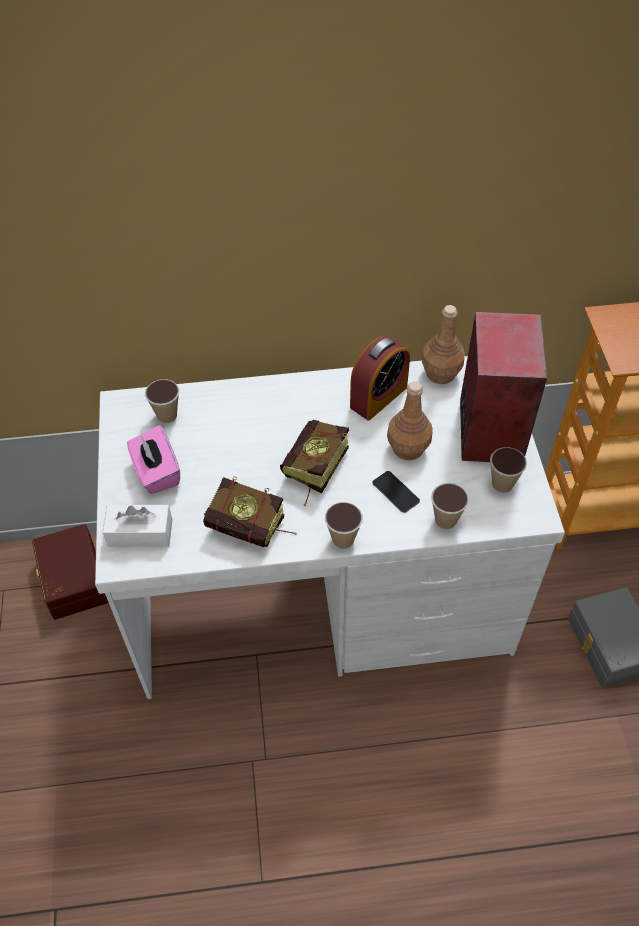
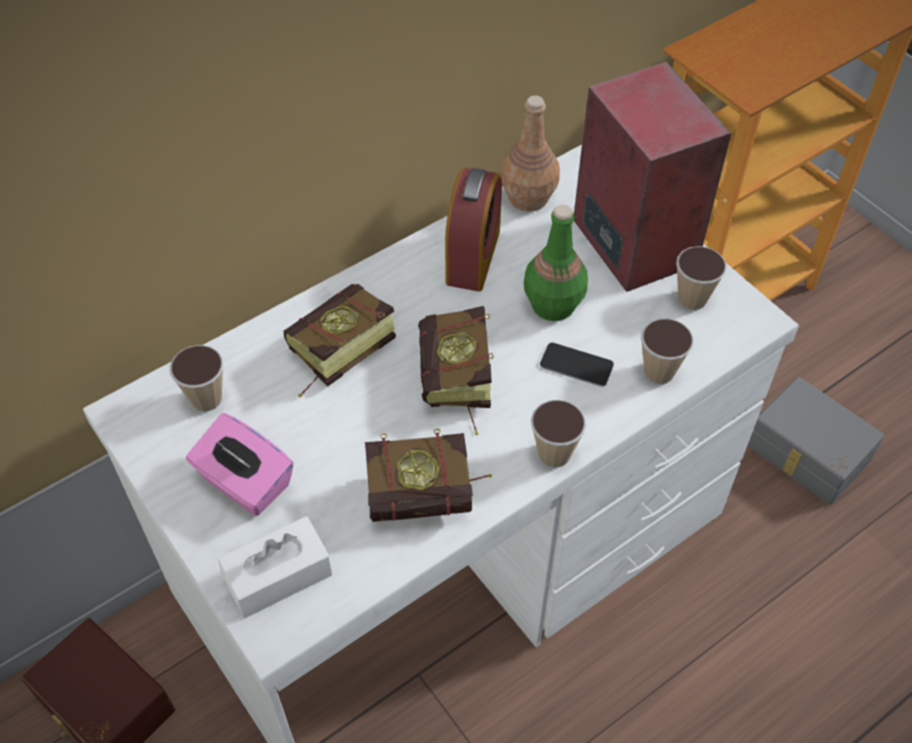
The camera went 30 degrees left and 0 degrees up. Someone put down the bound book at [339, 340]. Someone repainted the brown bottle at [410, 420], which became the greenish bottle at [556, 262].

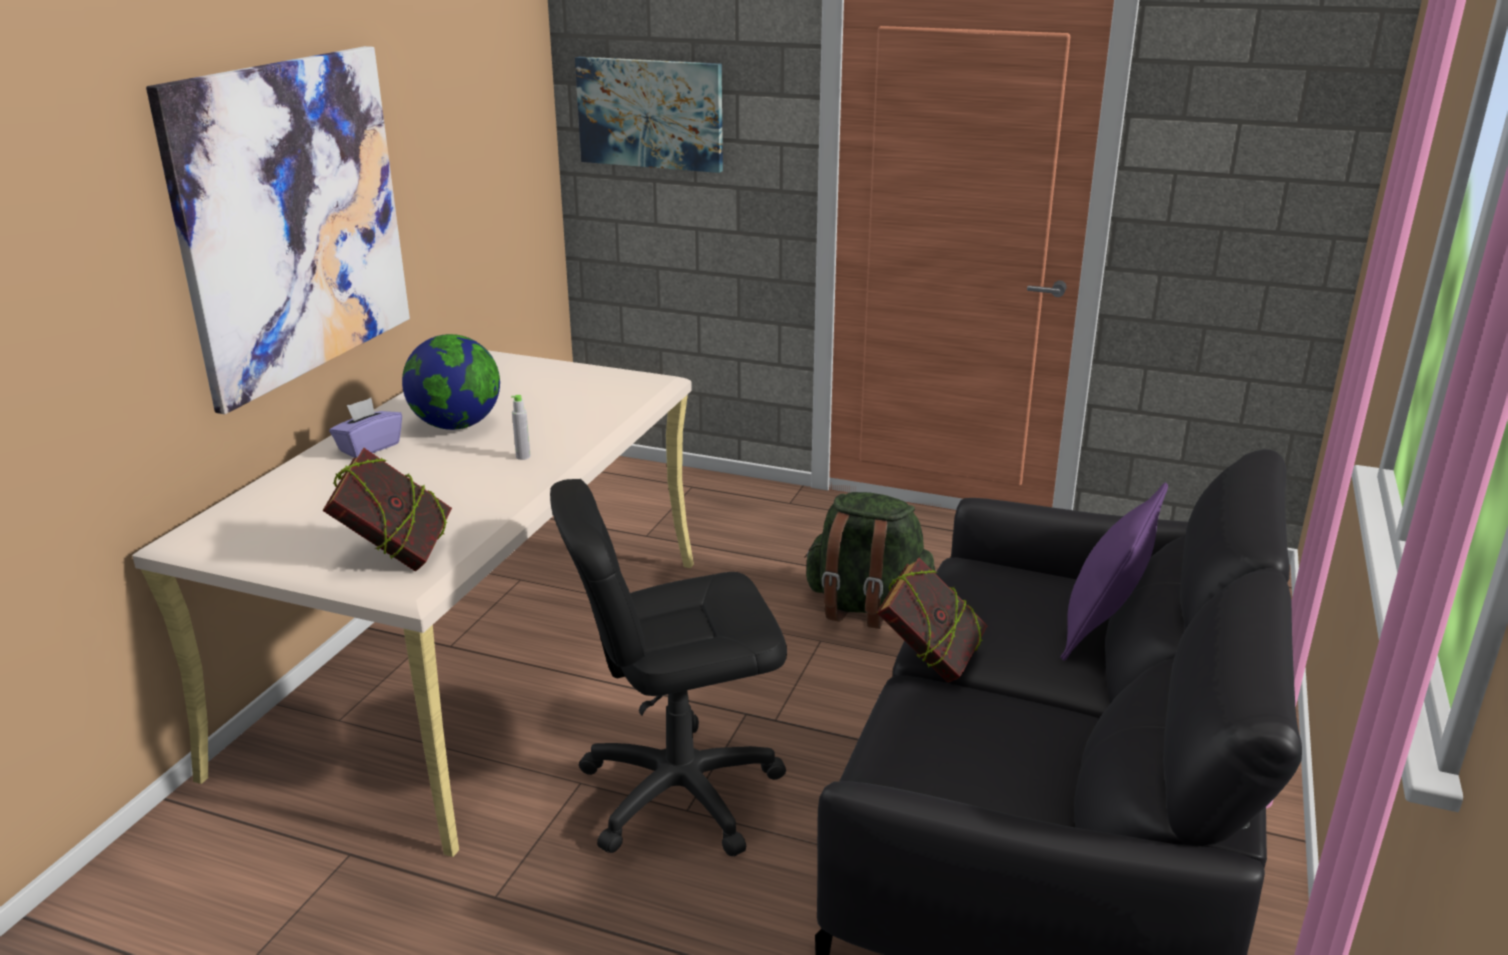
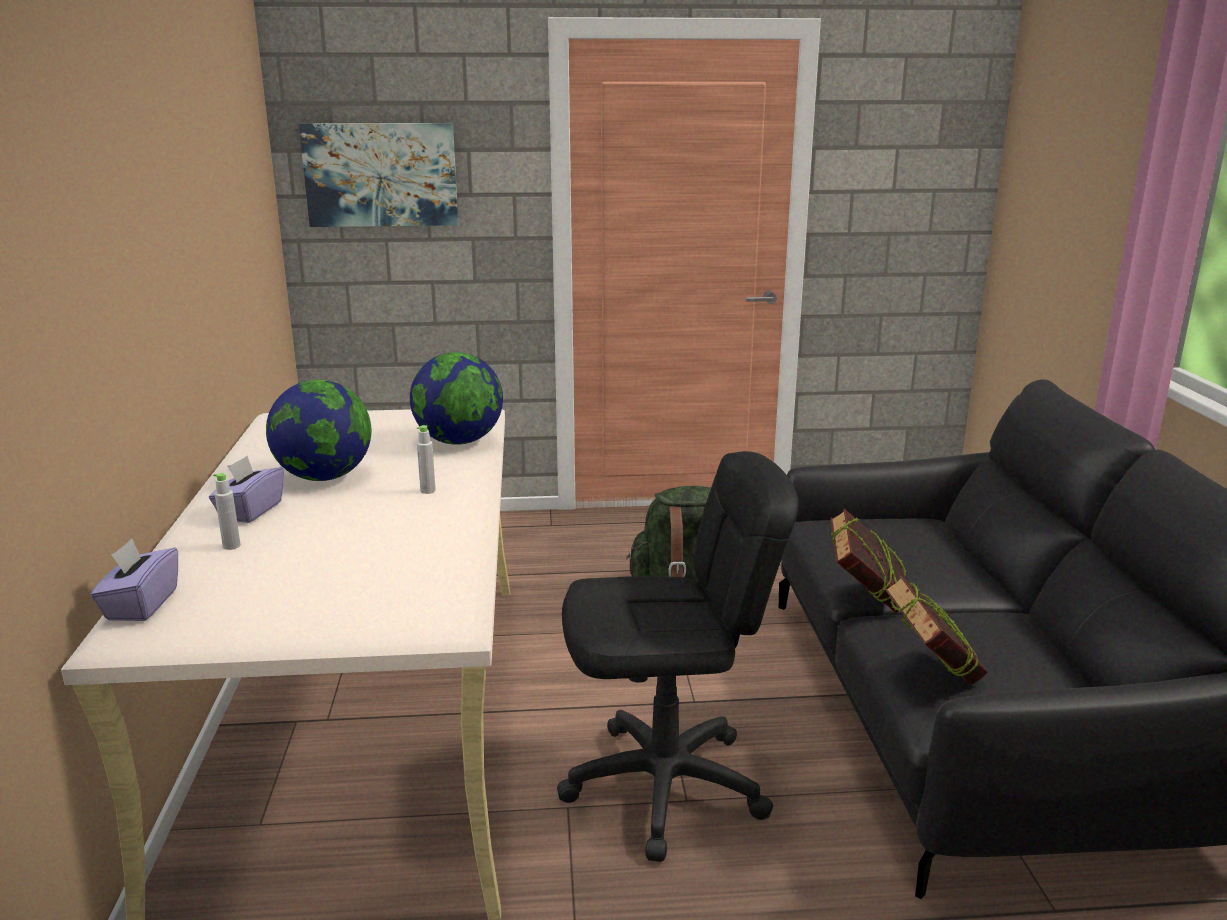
The camera went 25 degrees left and 5 degrees down. Someone took away the wall picture at [278, 230]. Someone took away the purple throw pillow at [1114, 571]. Someone put down the purple box of tissues at [134, 579]. Someone put down the greyish bottle at [227, 511]. Someone put down the desk globe at [456, 398]. Someone carried the bound book from [387, 509] to [936, 630]. Someone rotated the blackish office chair at [668, 667] by 150 degrees counterclockwise.

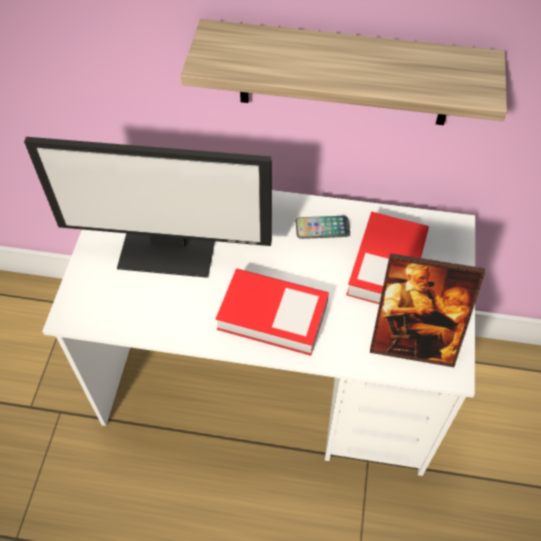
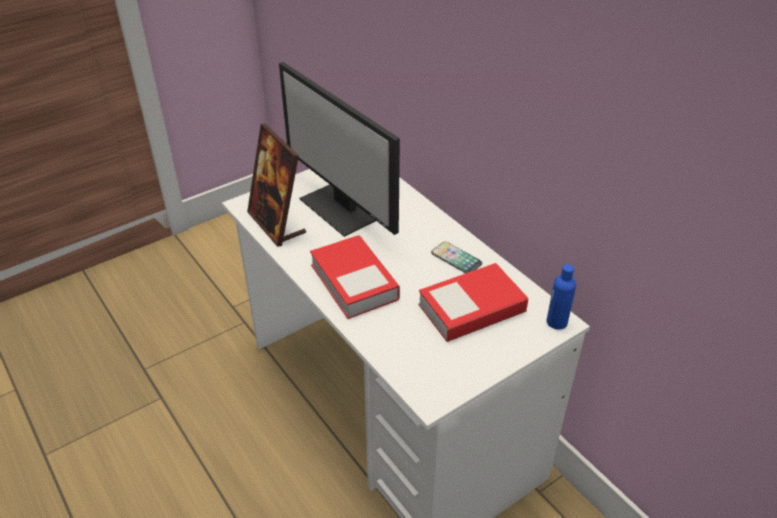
The camera went 45 degrees right and 15 degrees down. Someone took away the wall shelf at [344, 72]. Someone put down the blue bottle at [561, 297]. Someone carried the picture frame from [427, 310] to [276, 185].

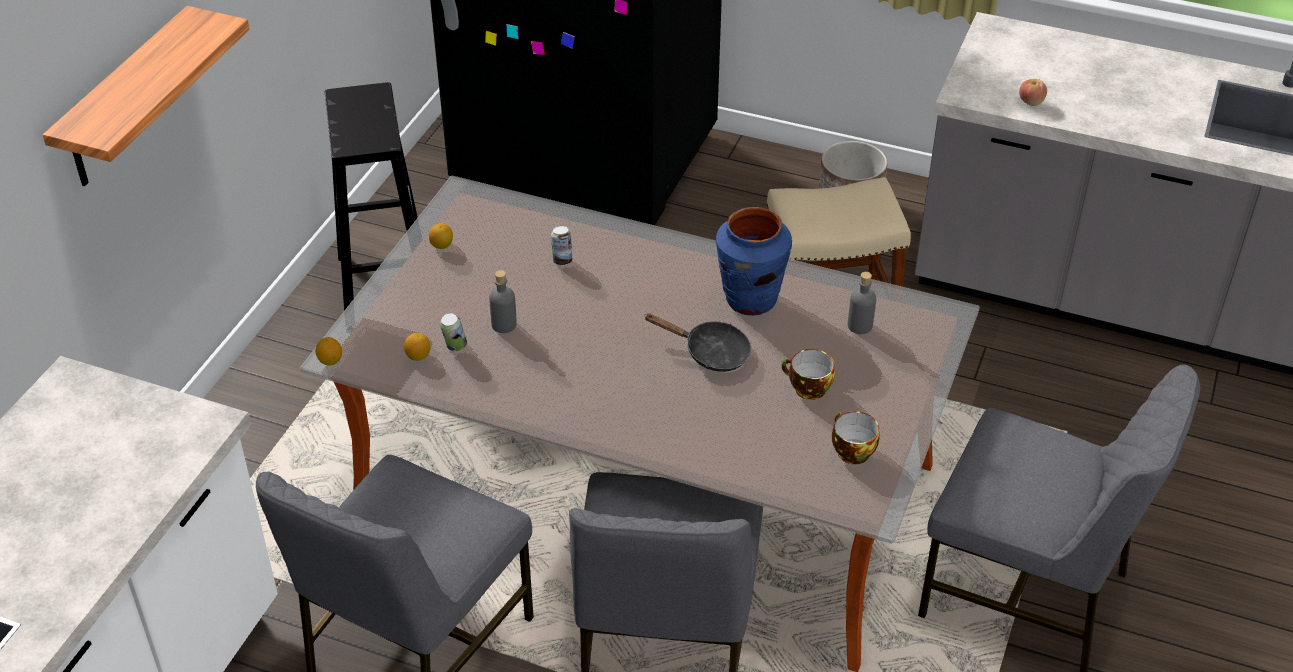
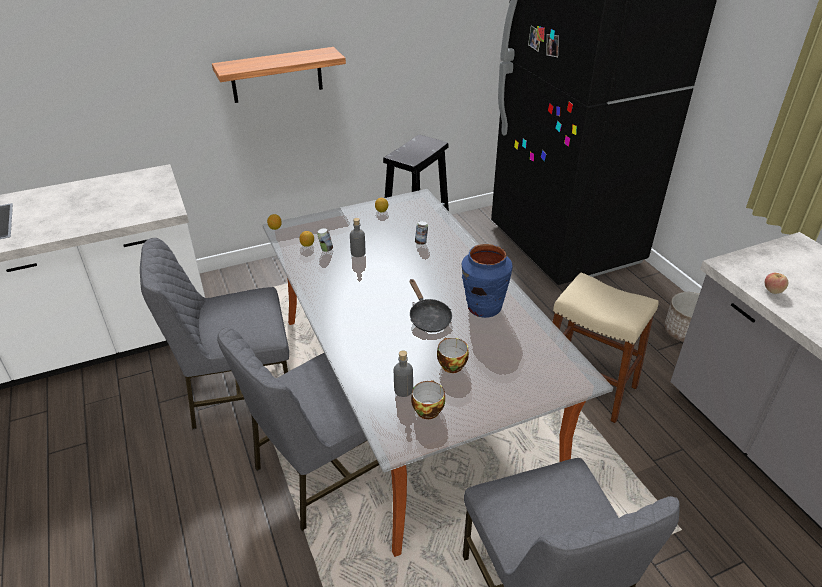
The camera went 45 degrees right and 5 degrees down. Someone carried the greyish bottle from [862, 303] to [403, 373].

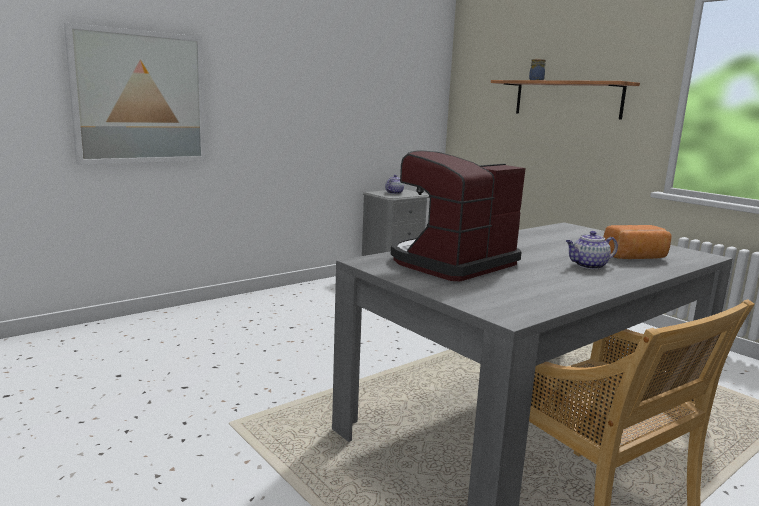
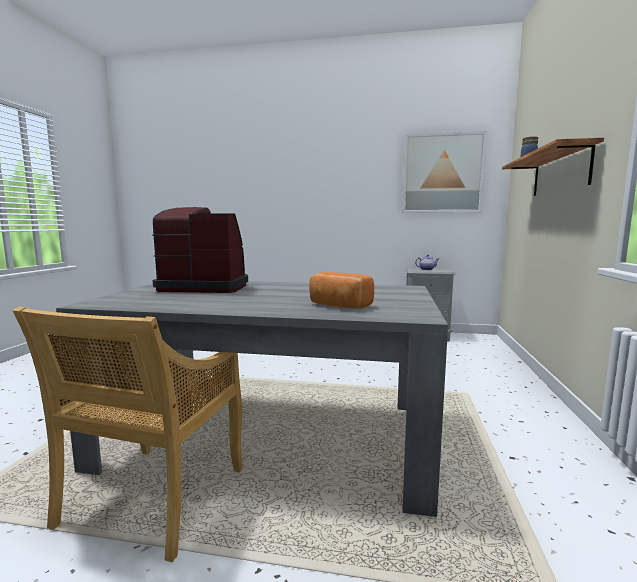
The camera went 50 degrees right and 5 degrees down. Someone took away the pot for tea at [592, 250]. Someone carried the wall picture from [135, 94] to [444, 172].

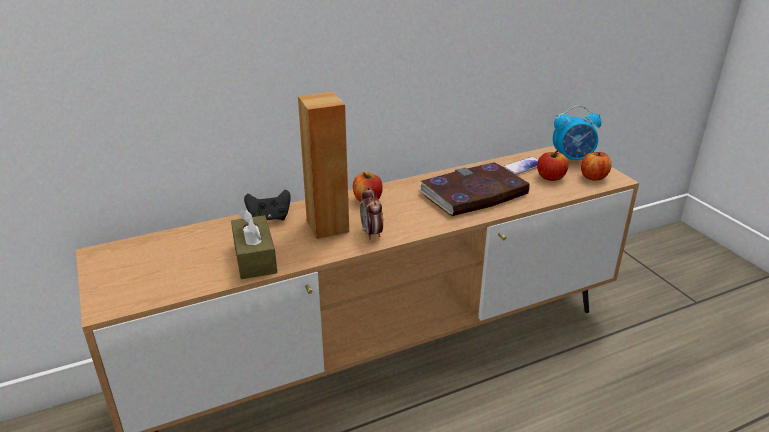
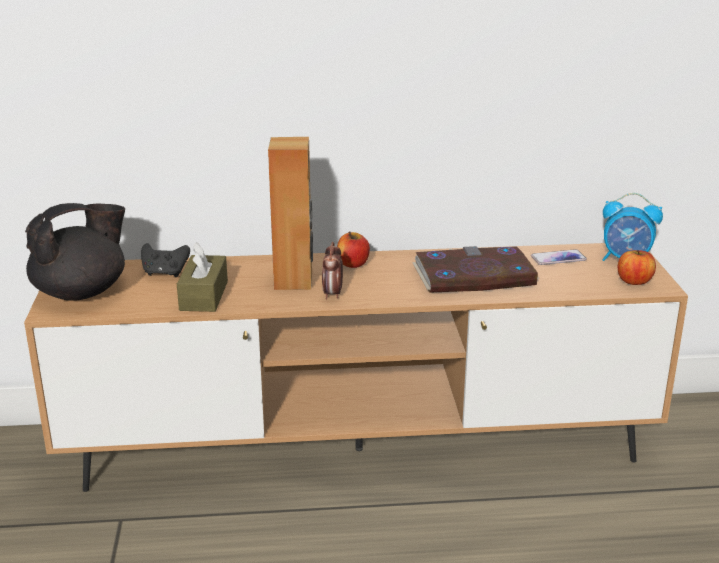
The camera went 20 degrees right and 5 degrees down. Someone took away the apple at [552, 166]. Someone put down the blackish pot for tea at [75, 252]. Someone carried the blackish game controller from [267, 205] to [165, 260].

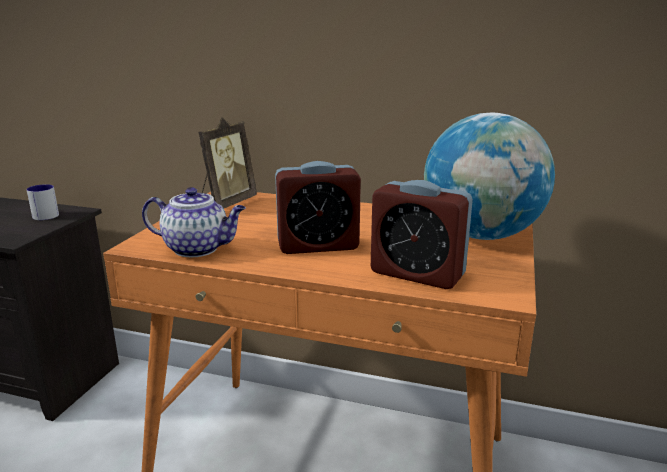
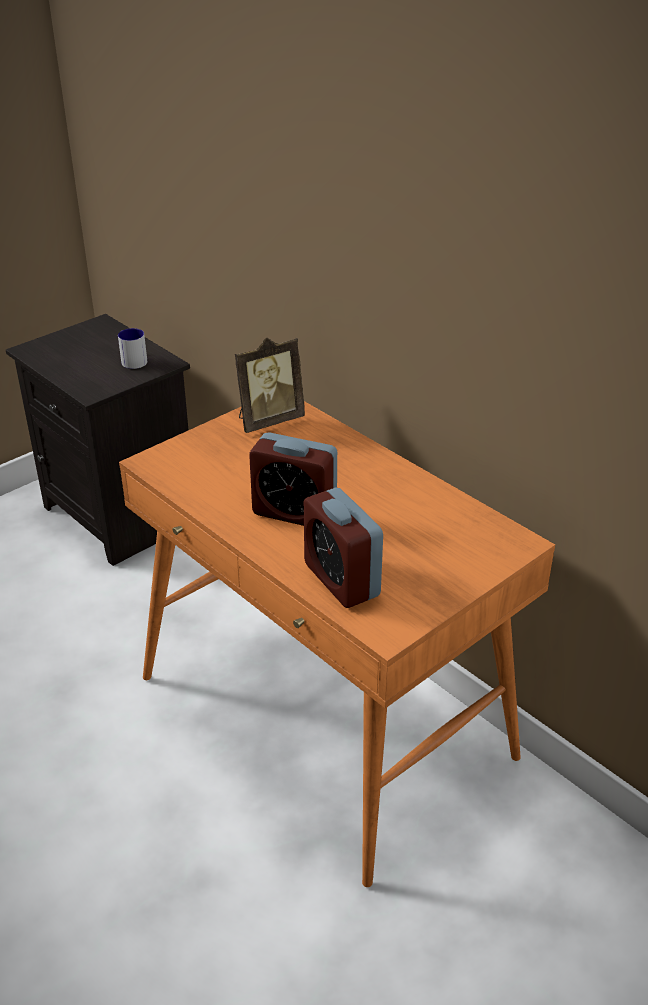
The camera went 30 degrees right and 15 degrees up. Someone took away the pot for tea at [194, 222]. Someone took away the desk globe at [489, 176].

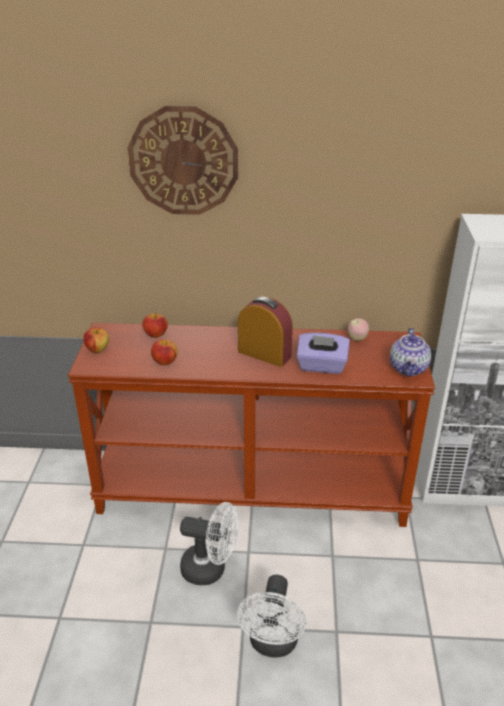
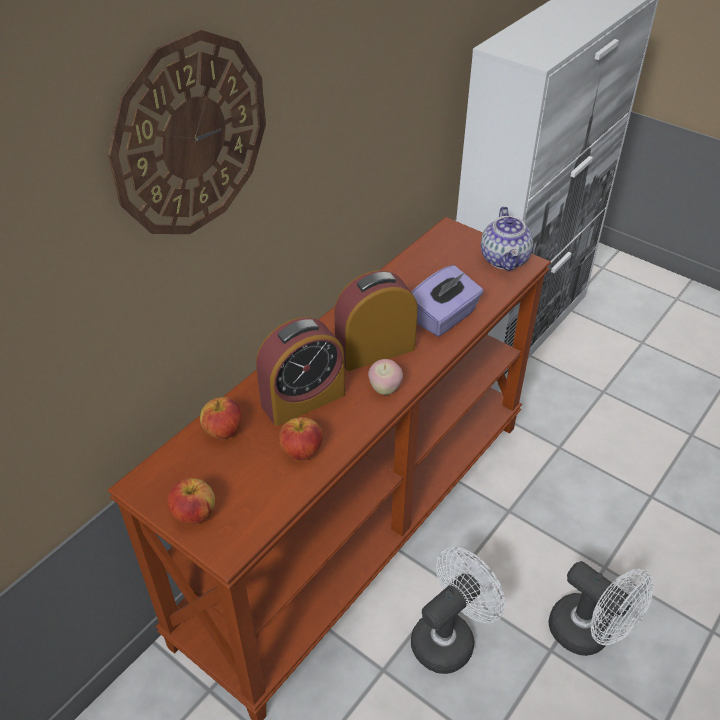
The camera went 55 degrees left and 10 degrees up. Someone put down the alarm clock at [300, 371]. Someone carried the apple from [358, 329] to [385, 377]. Someone rotated the pot for tea at [410, 352] by 45 degrees clockwise.

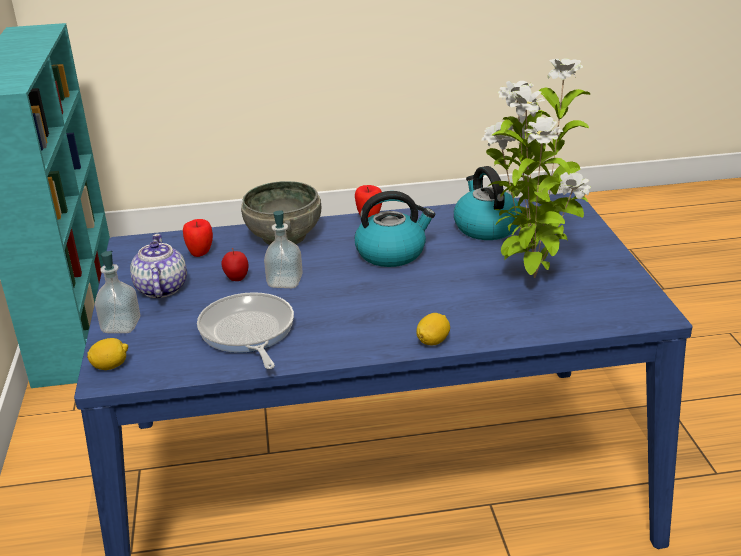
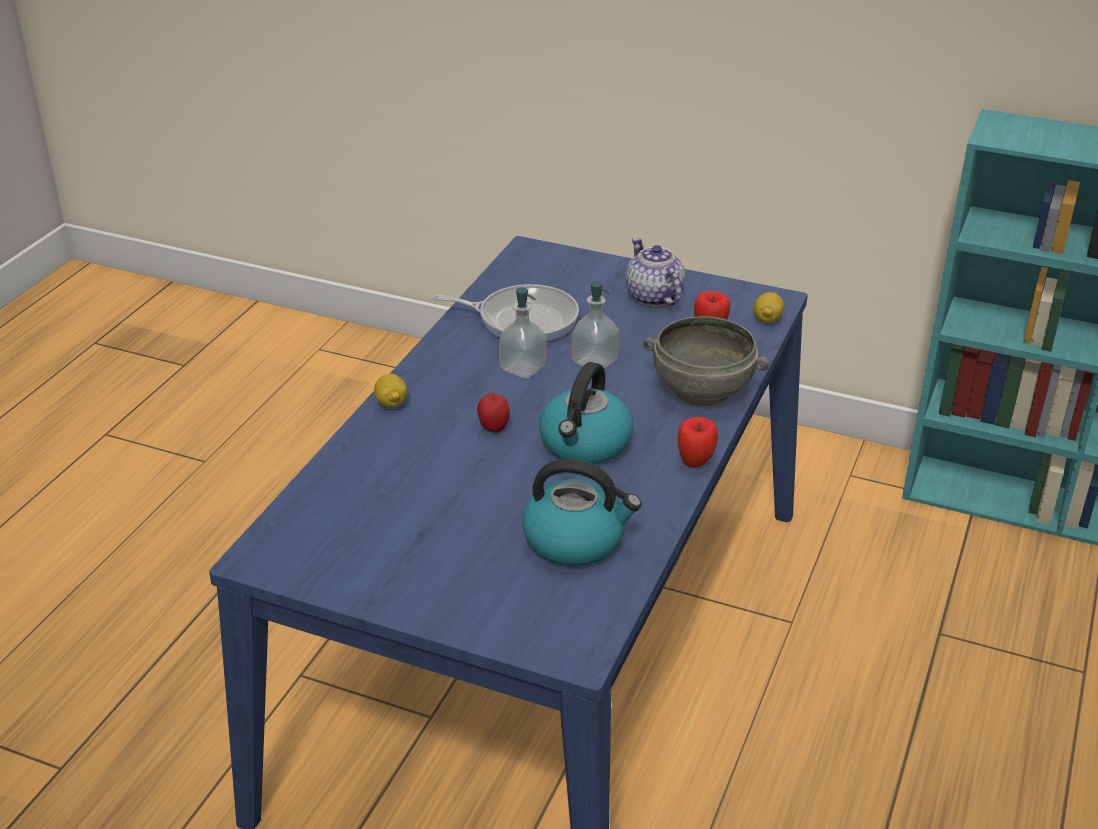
The camera went 120 degrees right and 5 degrees up. Someone took away the houseplant at [536, 168]. Someone carried the citrus fruit from [107, 354] to [769, 307]. Someone carried the soap dispenser from [117, 292] to [523, 333]. Someone carried the apple from [234, 264] to [493, 412]. Someone rotated the pot for tea at [158, 266] by 135 degrees counterclockwise.

